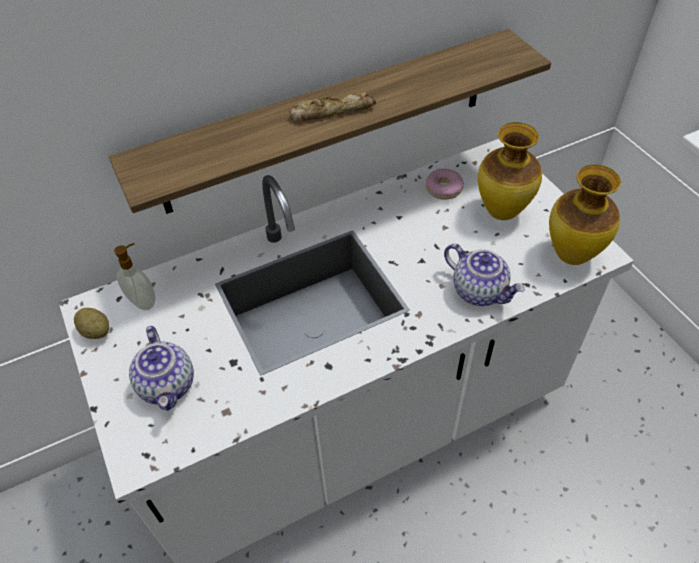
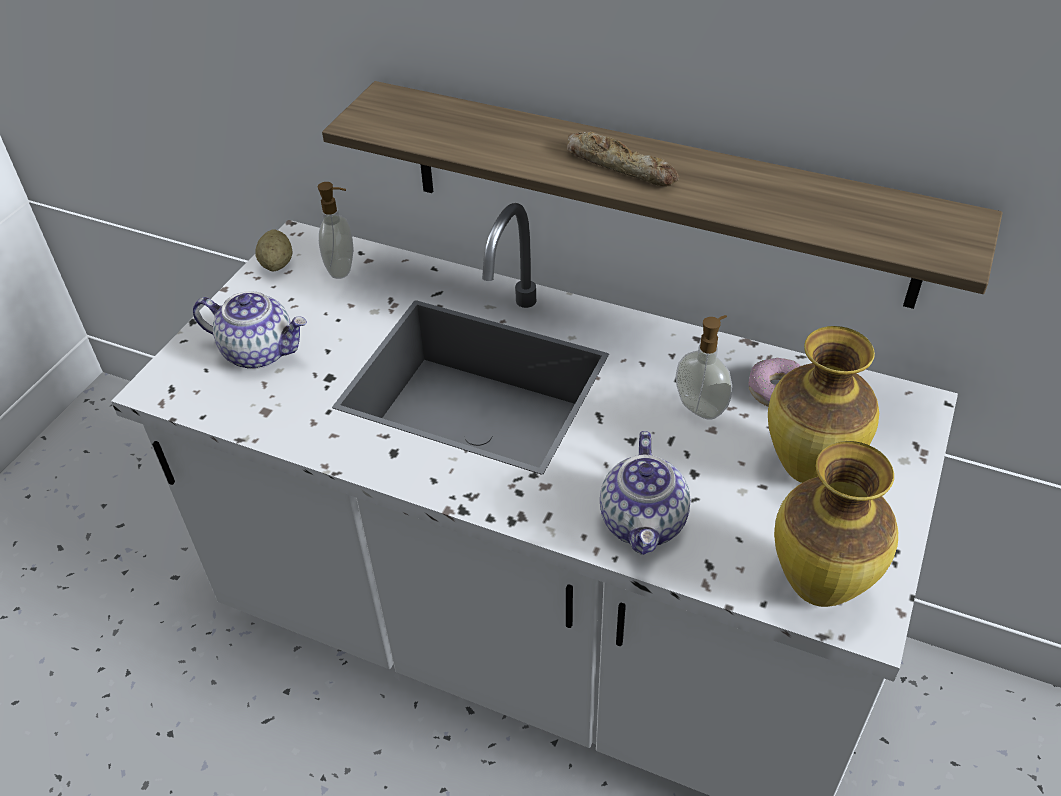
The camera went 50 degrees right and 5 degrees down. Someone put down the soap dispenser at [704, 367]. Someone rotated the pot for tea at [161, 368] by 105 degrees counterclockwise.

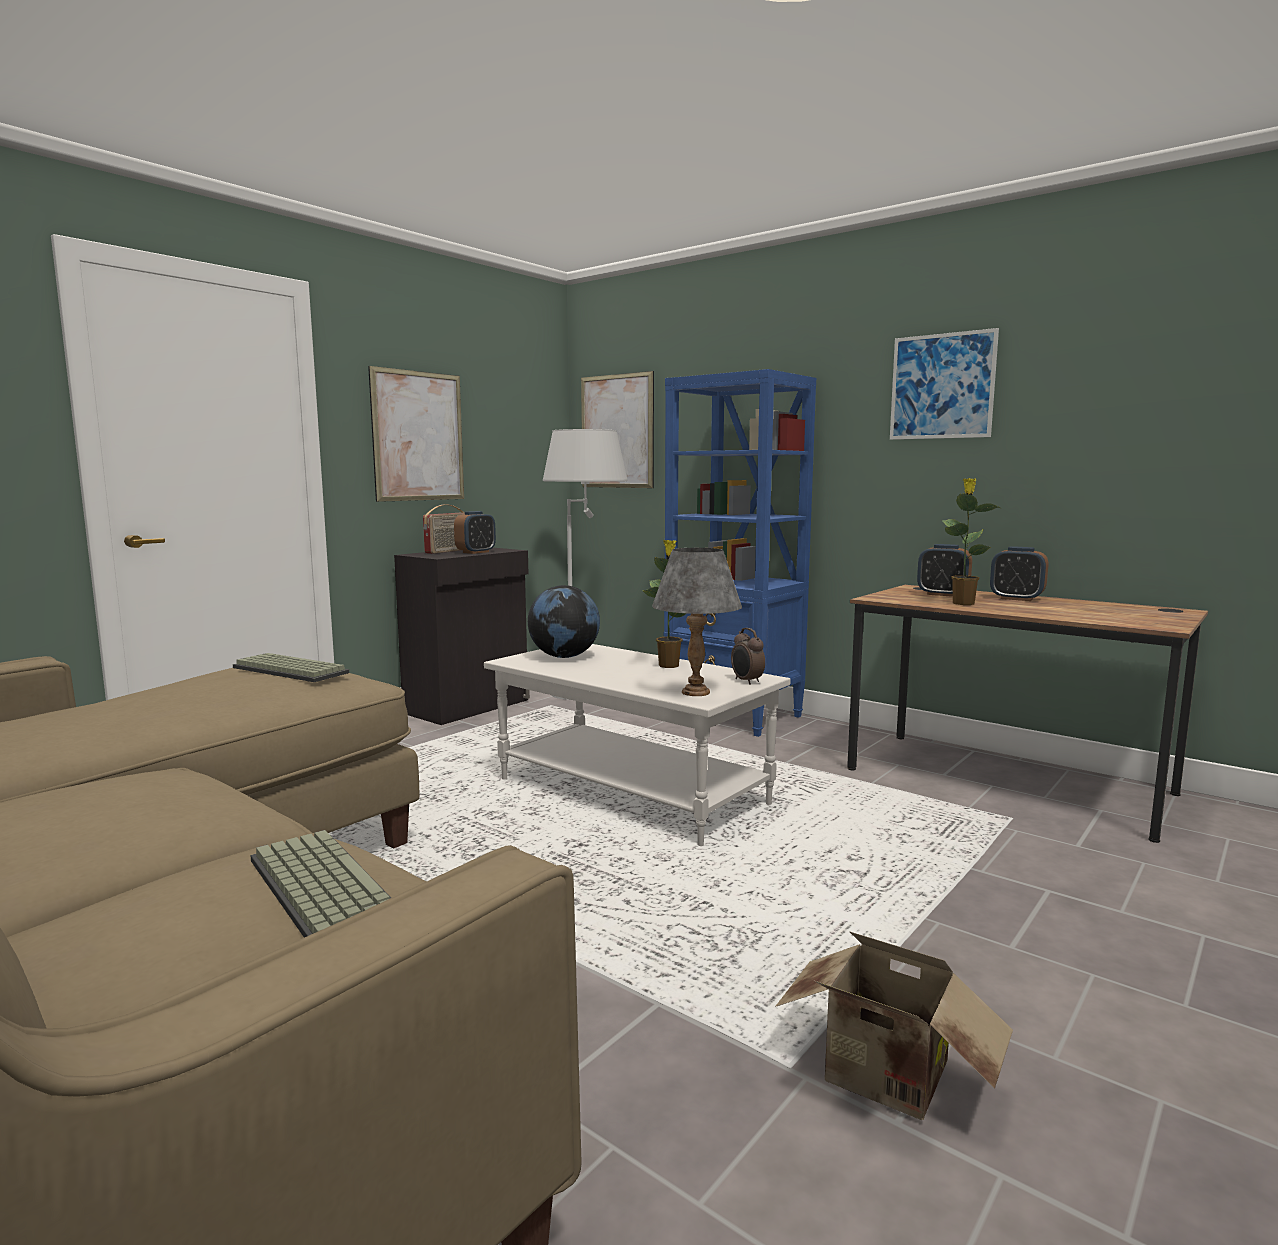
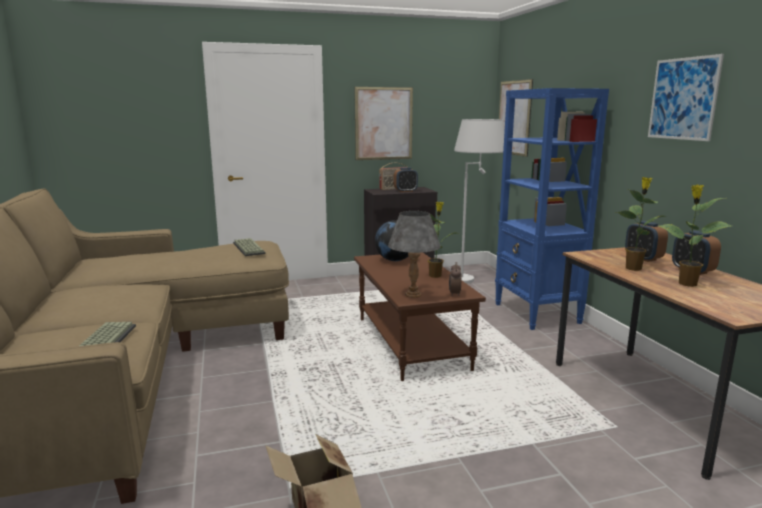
The camera went 35 degrees right and 5 degrees up. Someone put down the houseplant at [695, 236]. Someone repainted the whitish low table at [637, 745], which became the brown low table at [420, 316].

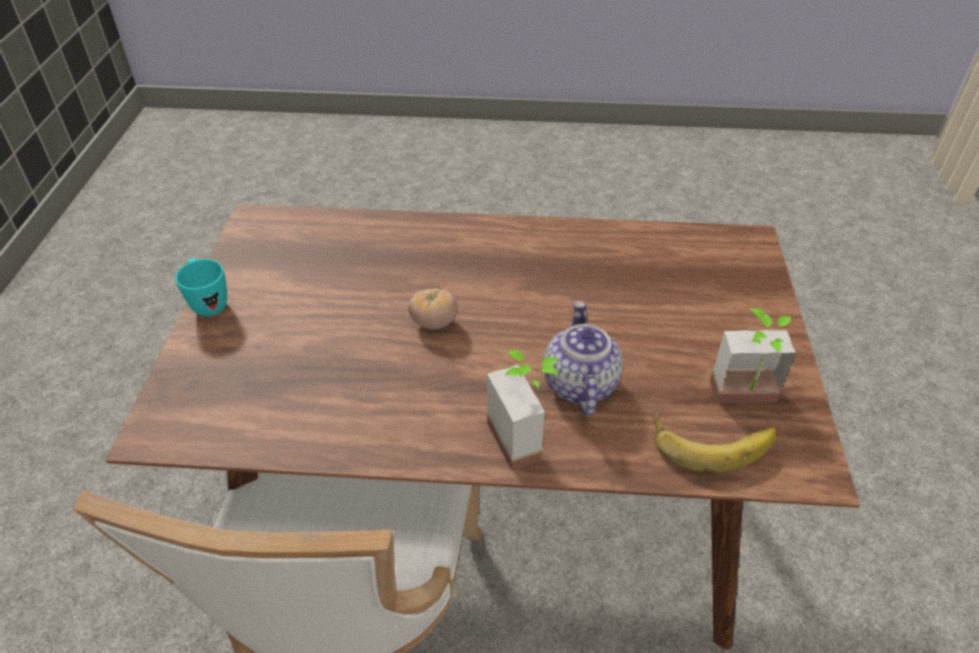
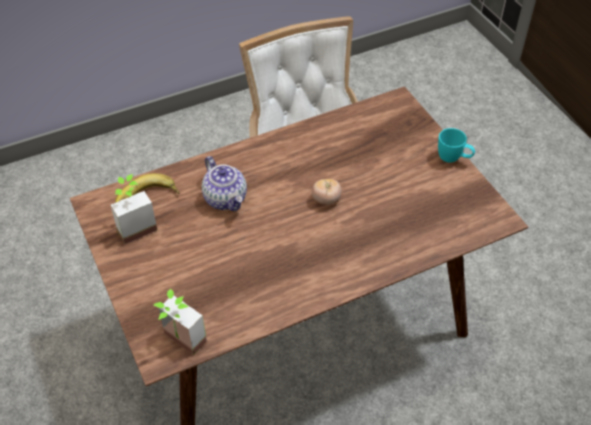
The camera went 150 degrees right and 5 degrees up. Someone carried the houseplant from [523, 410] to [180, 321].

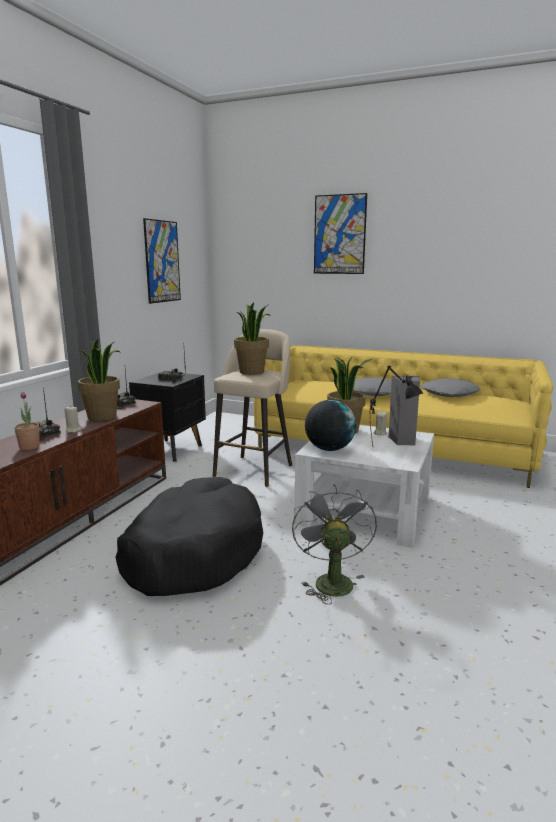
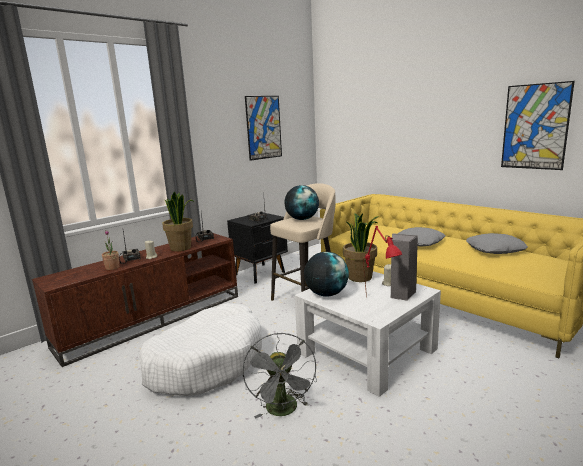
The camera went 25 degrees right and 0 degrees up. Someone carried the wall picture from [340, 233] to [538, 125]. Someone swapped the houseplant at [252, 338] for the desk globe at [302, 202]. Someone repainted the blackish pet bed at [189, 536], which became the whitish pet bed at [200, 349]. Someone repainted the blackish lamp for a table at [396, 406], which became the reddish lamp for a table at [382, 261]. Someone rotated the greyish electric fan at [334, 544] by 150 degrees clockwise.

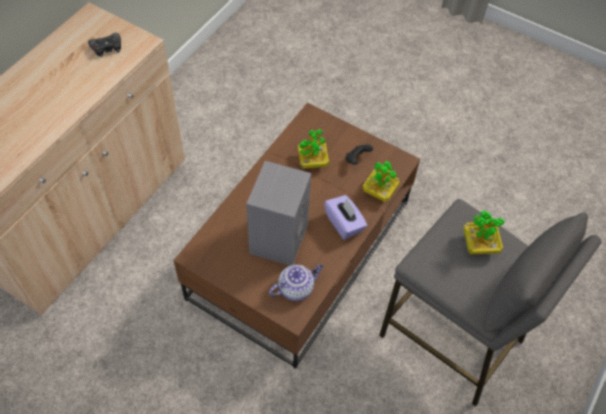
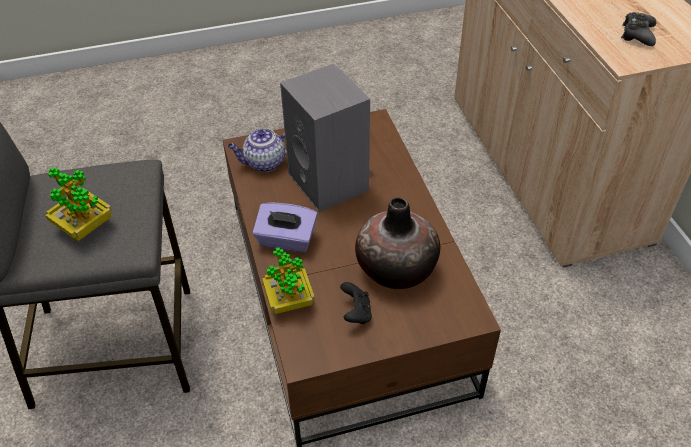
The camera went 135 degrees right and 10 degrees down. Someone swapped the houseplant at [313, 149] for the vase at [397, 243]. Someone rotated the pot for tea at [296, 282] by 60 degrees clockwise.

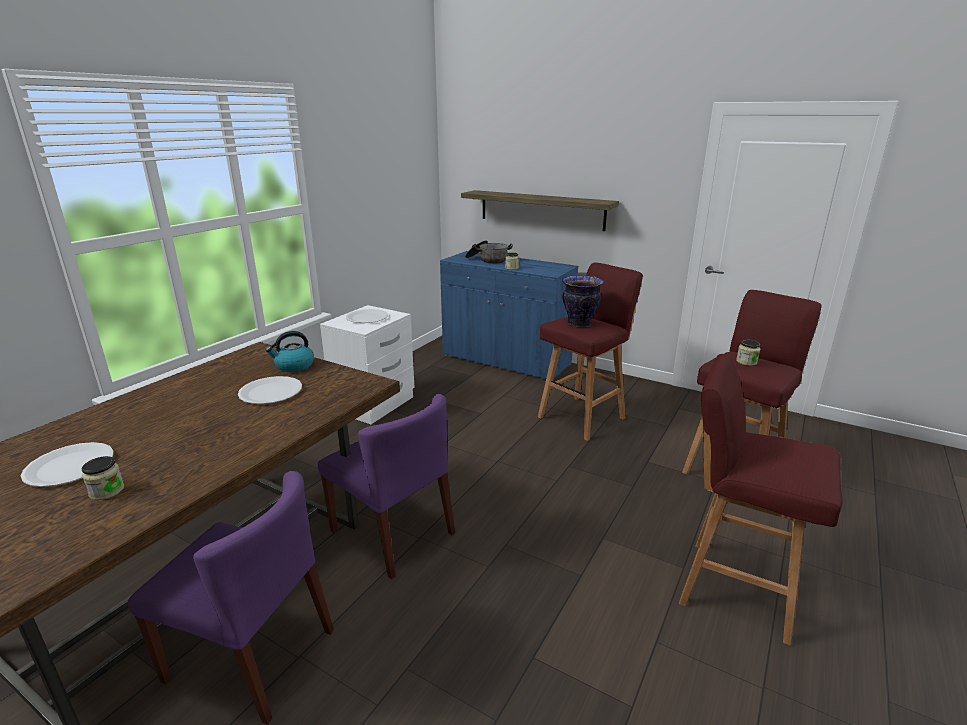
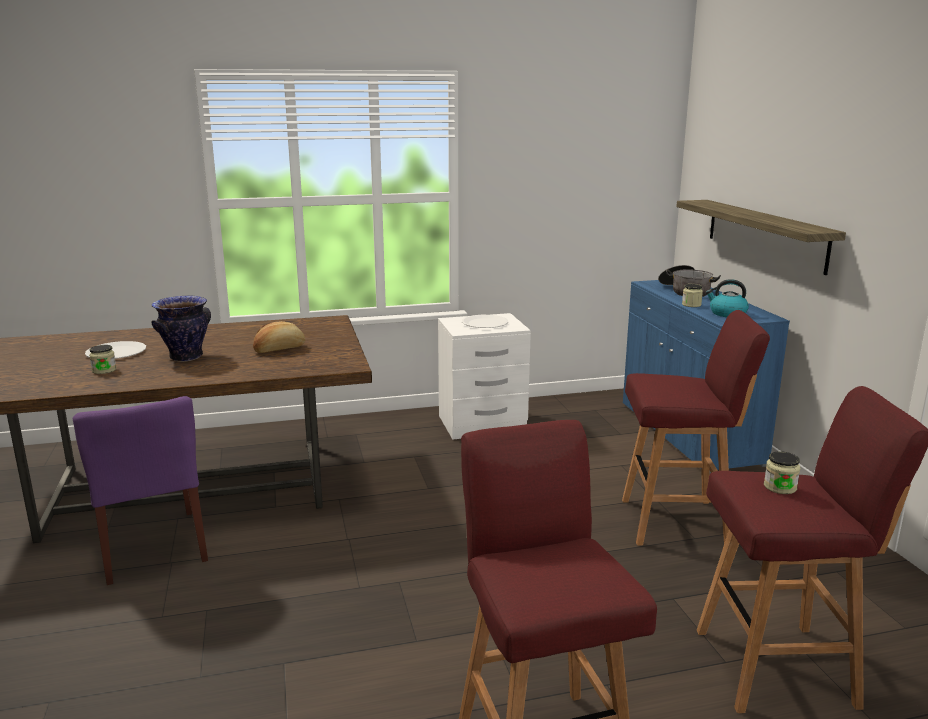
The camera went 45 degrees right and 5 degrees down. Someone took away the purple chair at [386, 486]. Someone carried the water kettle from [290, 351] to [727, 298]. Someone carried the vase from [583, 301] to [181, 329]. Someone swapped the whitish flat dish at [270, 390] for the baked bread at [279, 337].

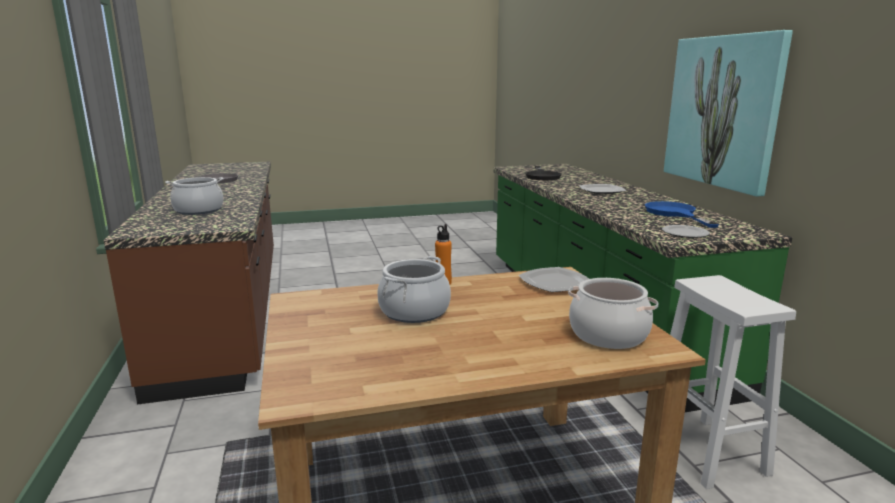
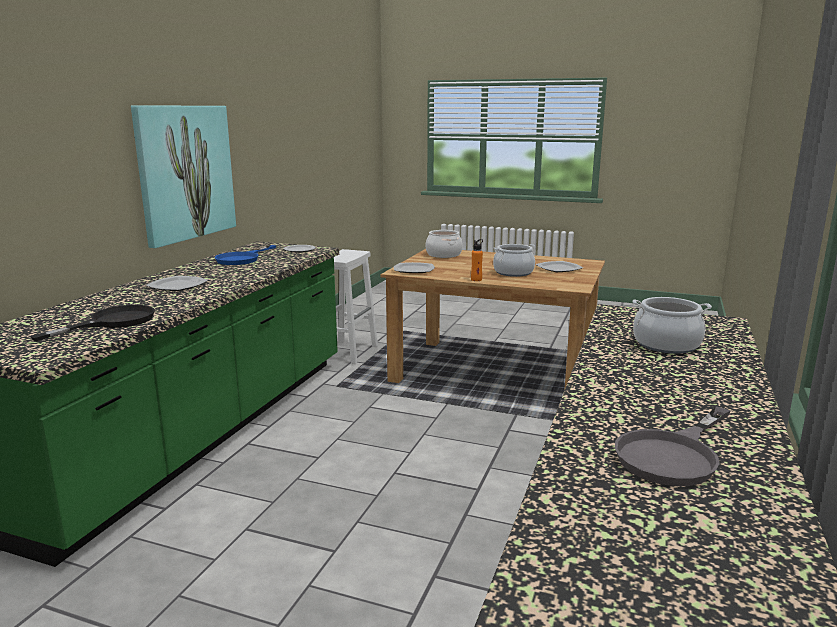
The camera went 145 degrees left and 0 degrees up. Someone put down the flat dish at [559, 266].

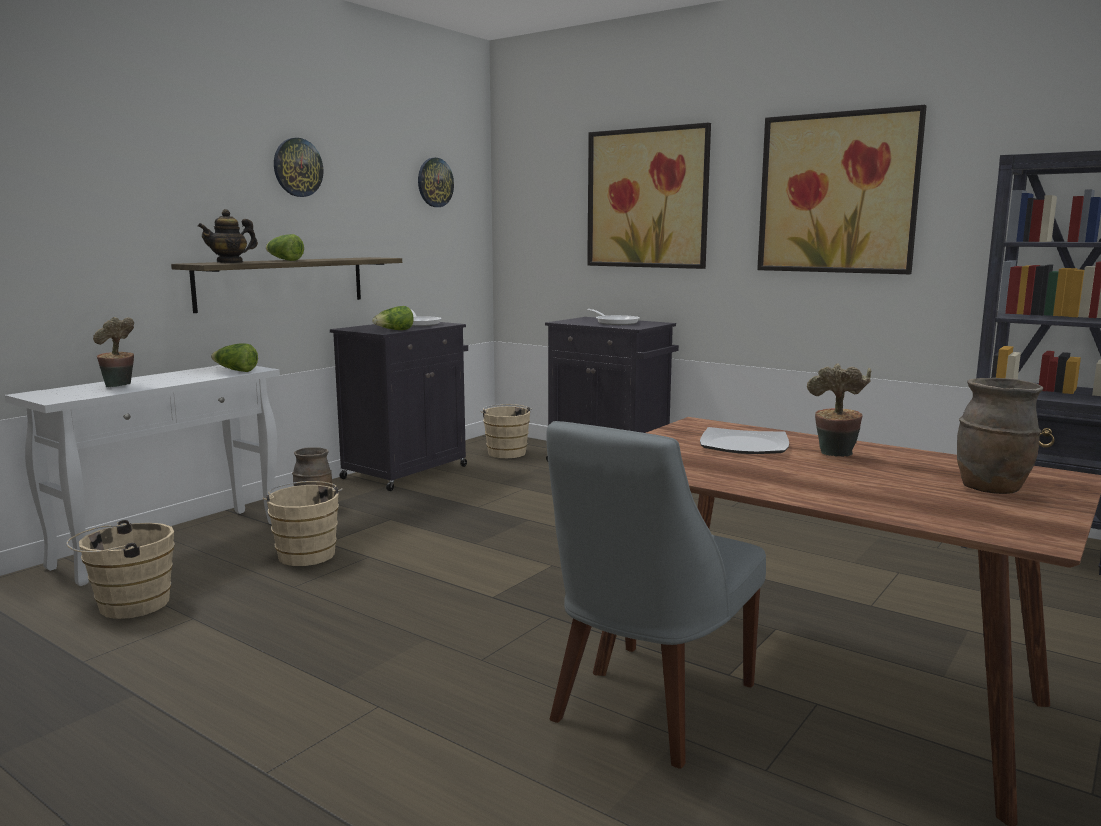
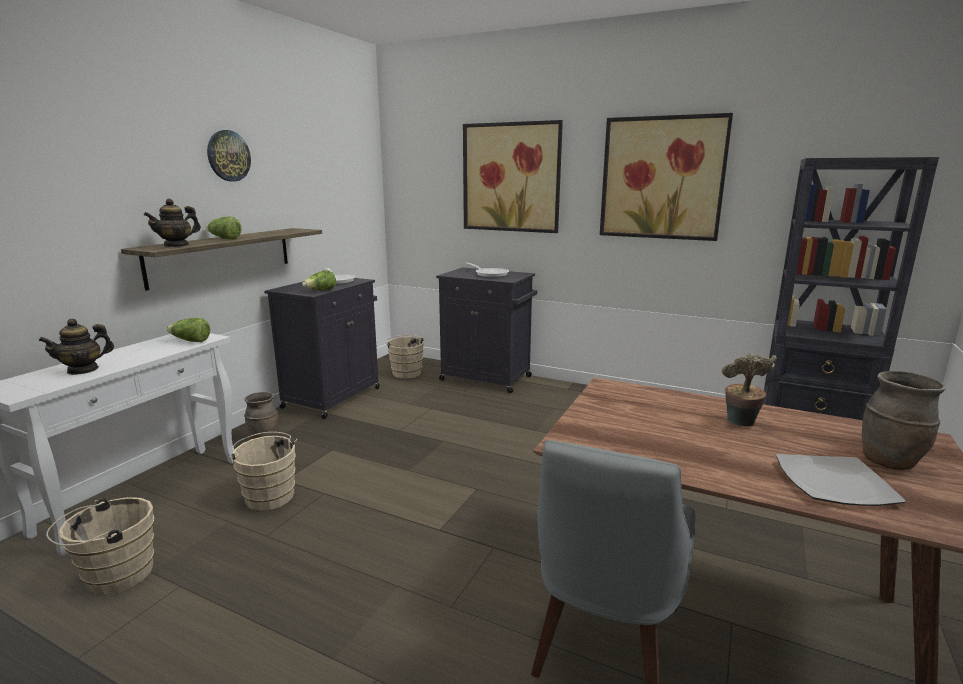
The camera went 10 degrees left and 5 degrees up. Someone took away the wall clock at [436, 182]. Someone carried the flat dish from [744, 440] to [841, 480]. Someone swapped the houseplant at [113, 352] for the pot for tea at [76, 347].

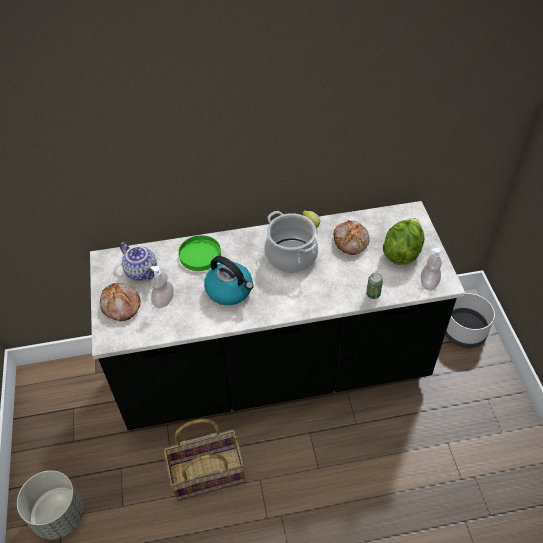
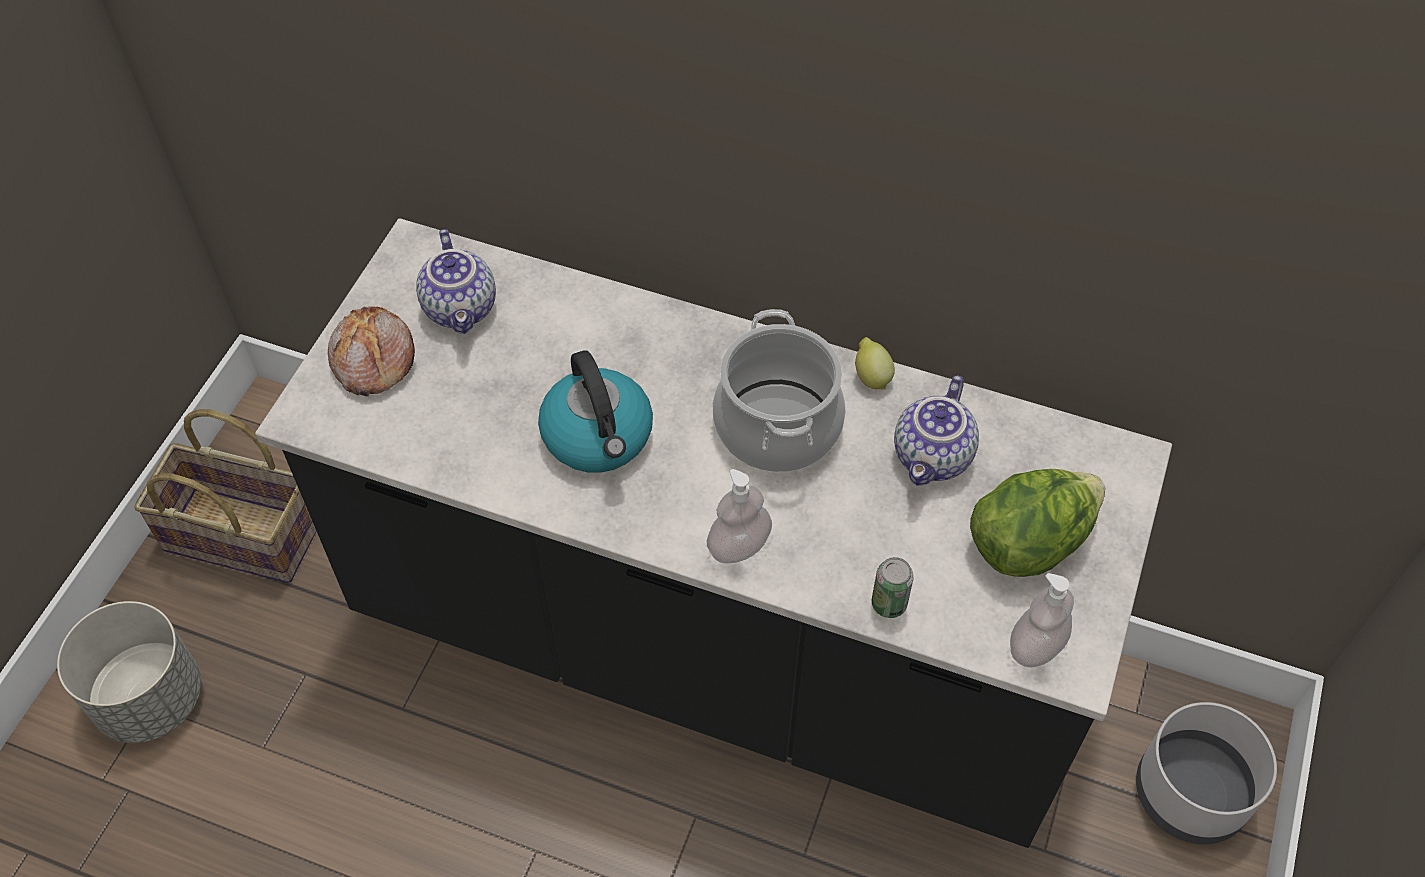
The camera went 30 degrees right and 5 degrees up. Someone took away the greenish flat dish at [200, 253]. Someone carried the soap dispenser from [162, 287] to [739, 516]. Someone carried the basket from [204, 460] to [225, 496]. Someone swapped the baked bread at [352, 237] for the pot for tea at [936, 430].

